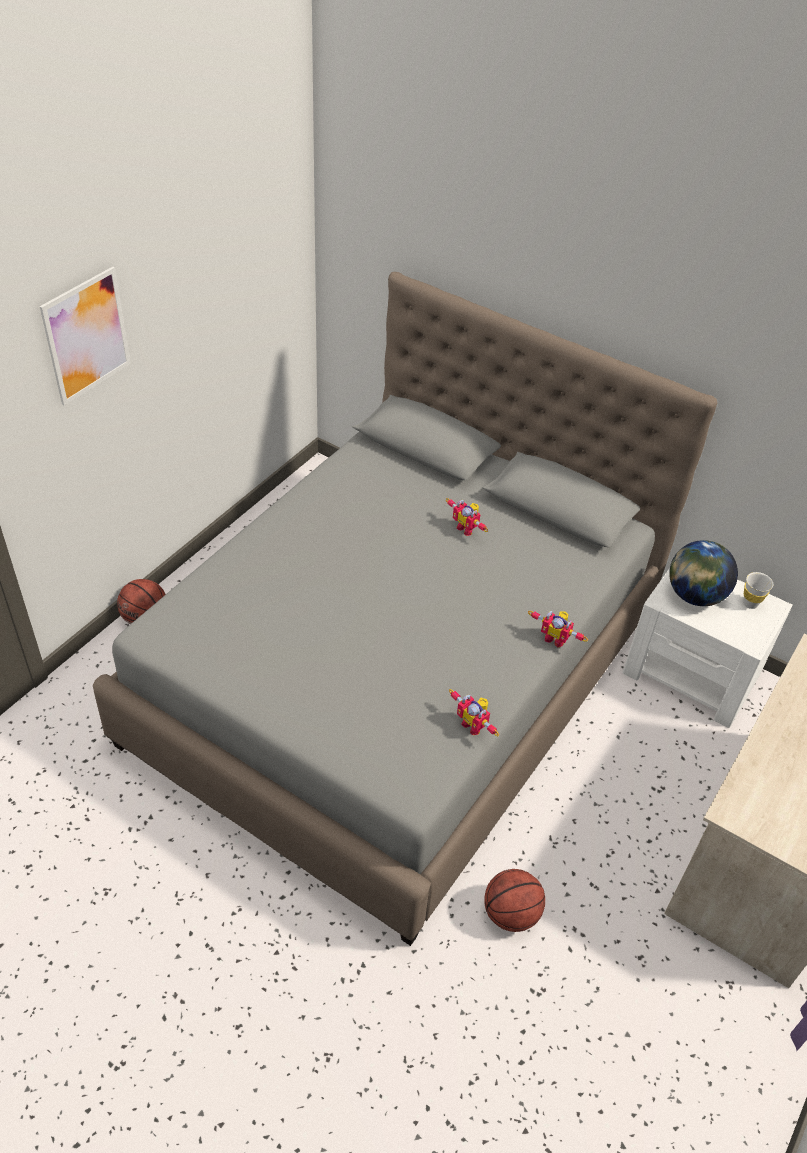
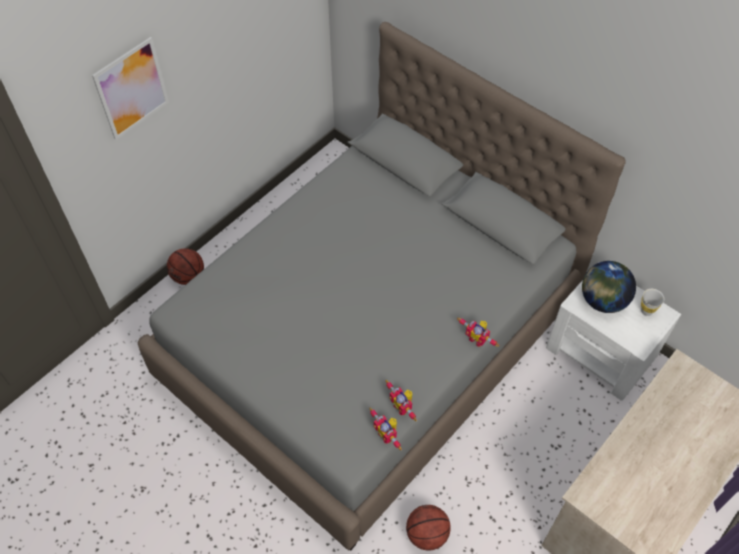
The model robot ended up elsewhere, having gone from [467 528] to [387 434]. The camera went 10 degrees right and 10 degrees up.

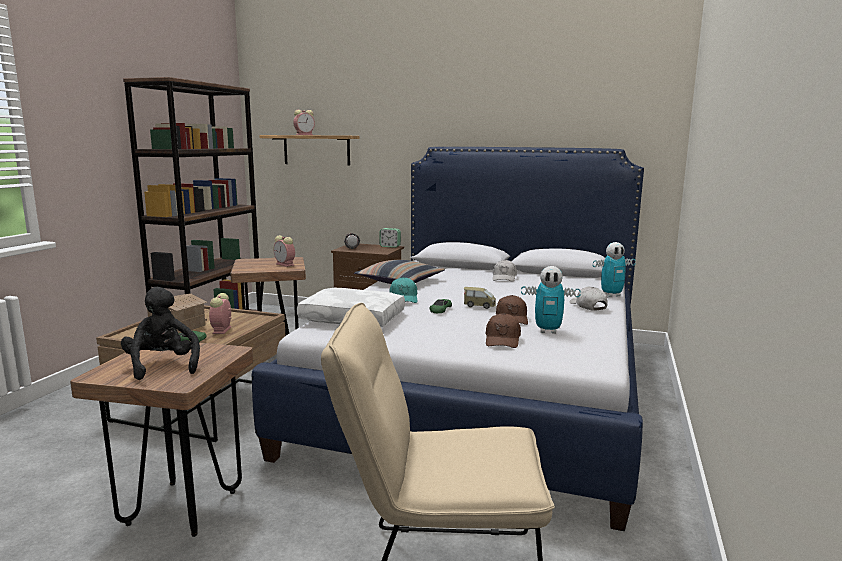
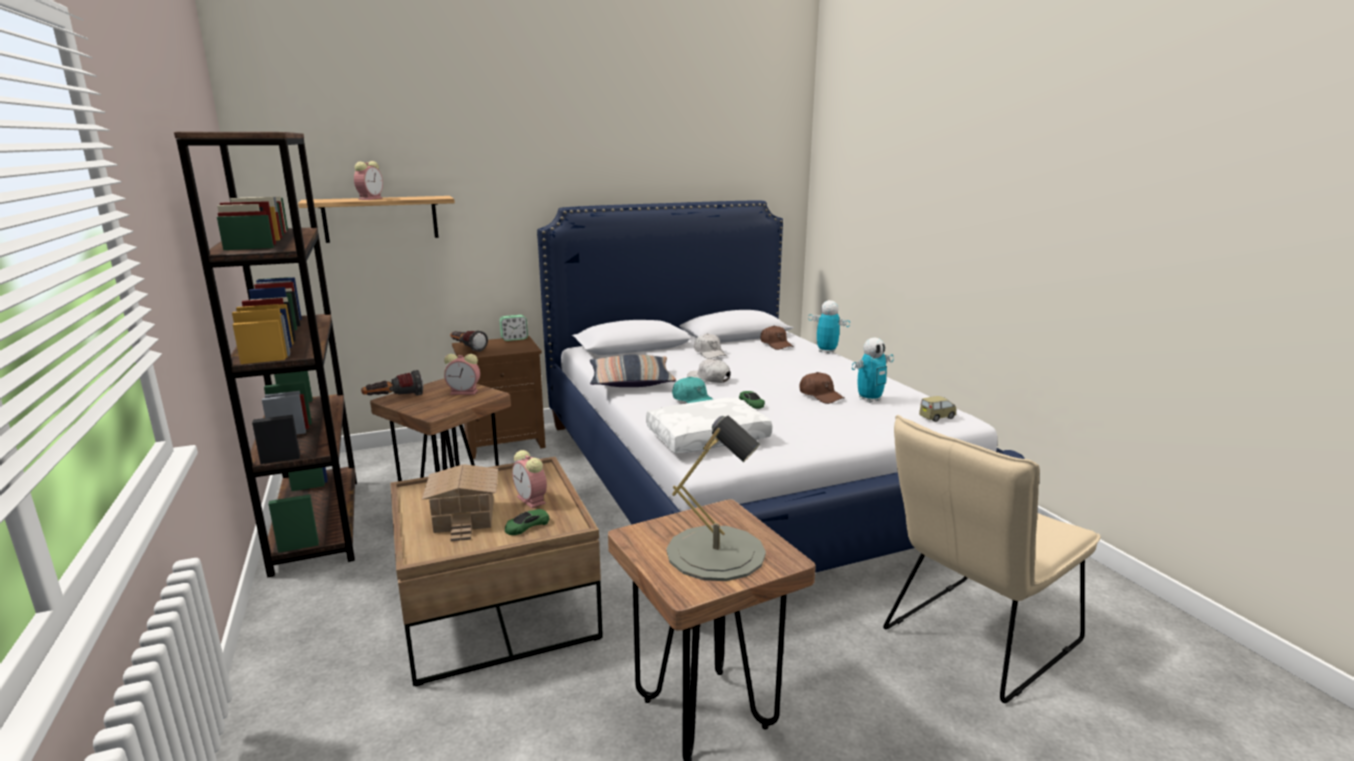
The second view gained the hand torch at [394 399]. Where the plush toy (blackish) stood at [163 366], the tabletop lamp (grey) came to stand at [716 552]. The peaked cap (whitish) ended up elsewhere, having gone from [588 306] to [709 379]. The peaked cap (brown-coloured) ended up elsewhere, having gone from [502 340] to [776 344]. The model robot at [611 295] ended up facing another way, 90 degrees counterclockwise from before. The model car ended up elsewhere, having gone from [479 306] to [937 417]. The camera went 40 degrees left and 5 degrees up.

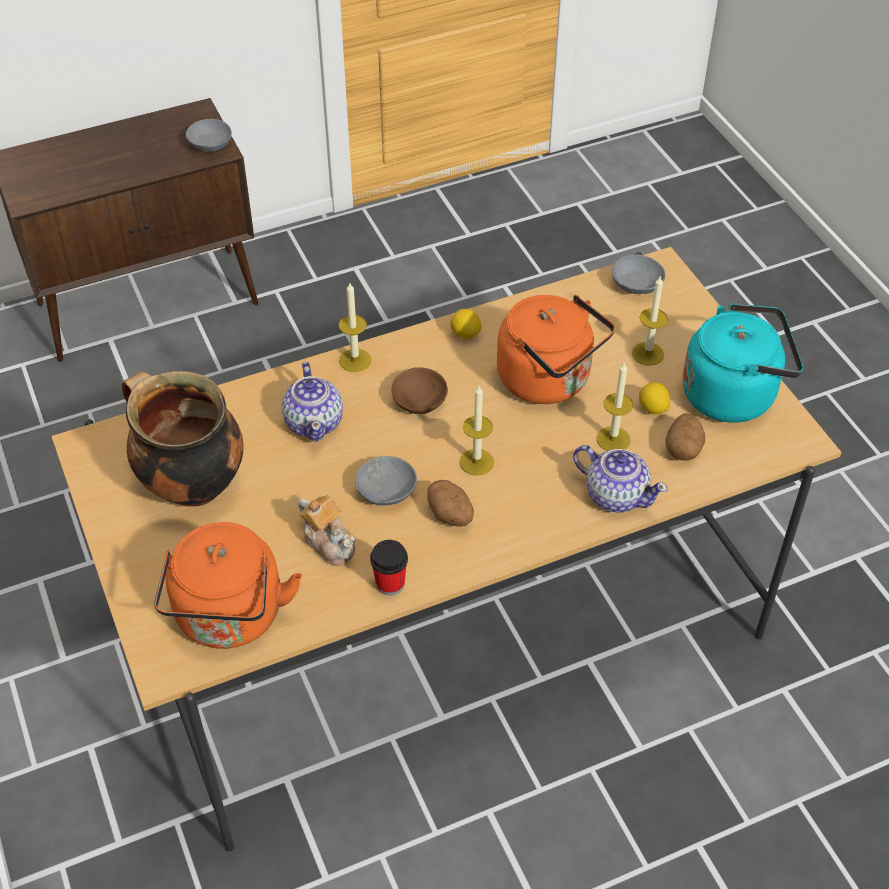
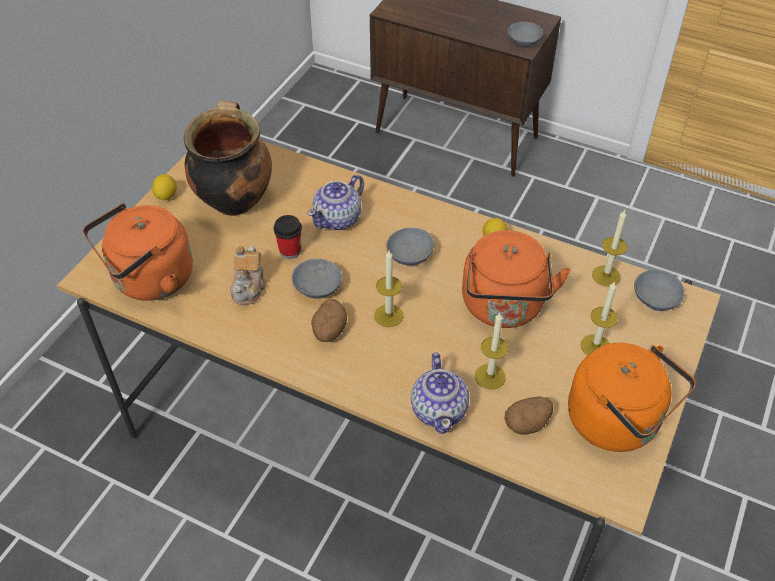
The whole lemon ended up elsewhere, having gone from [652 408] to [166 196]. The cup ended up elsewhere, having gone from [390 584] to [290 251]. What was the bowl (brown-coloured) at [417 400] turned into the bowl (grey) at [409 253]. What was the water kettle (turquoise-coloured) at [734 394] turned into the water kettle (orange) at [618 423]. The candle ended up elsewhere, having gone from [355 360] to [606 276]. The camera went 50 degrees right and 0 degrees up.

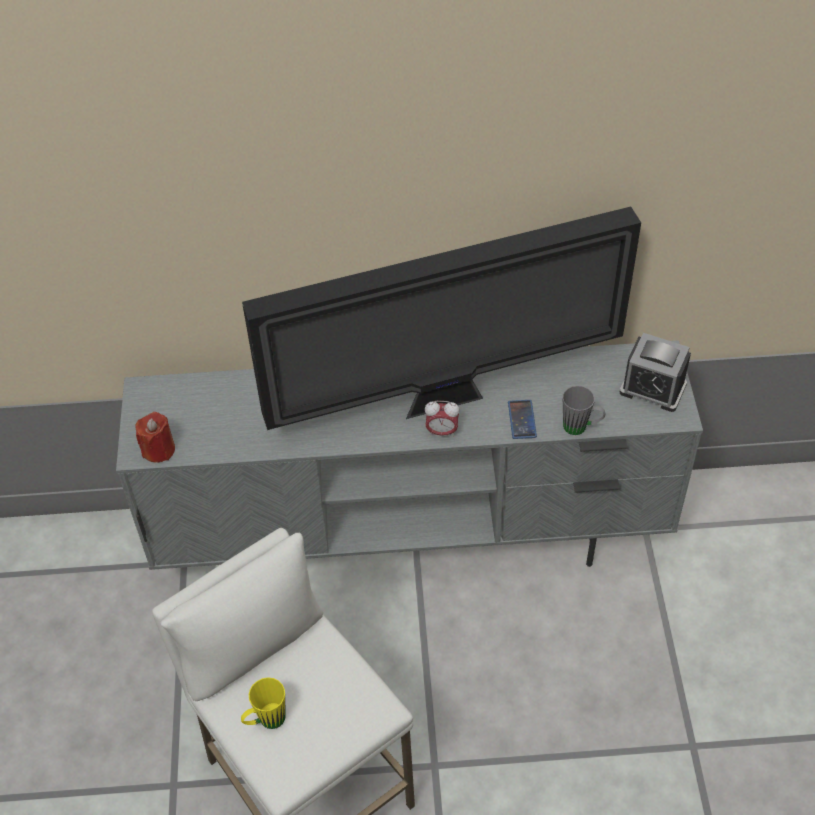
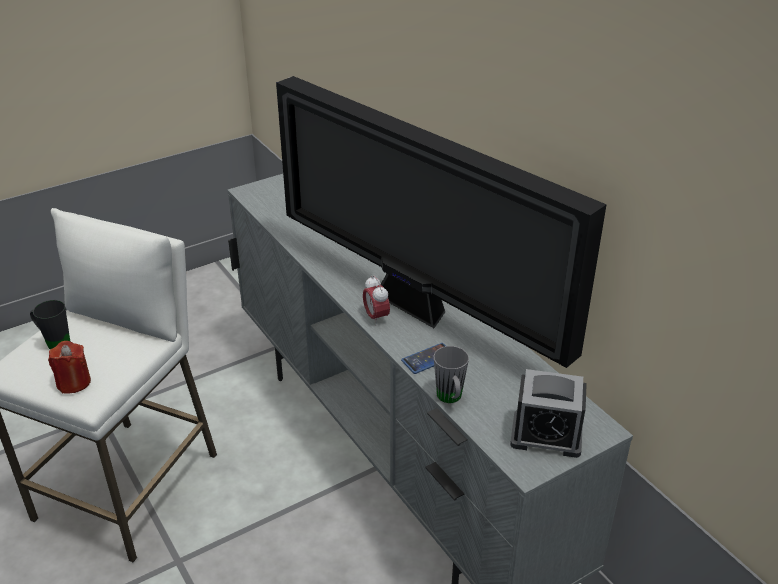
What was the coffee mug (yellow) at [266 721] turned into the coffee mug (blackish) at [54 342]. The candle (red-coloured) ended up elsewhere, having gone from [158 449] to [73 382]. The table clock at [652 388] ended up facing another way, 75 degrees counterclockwise from before. The camera went 60 degrees right and 15 degrees down.

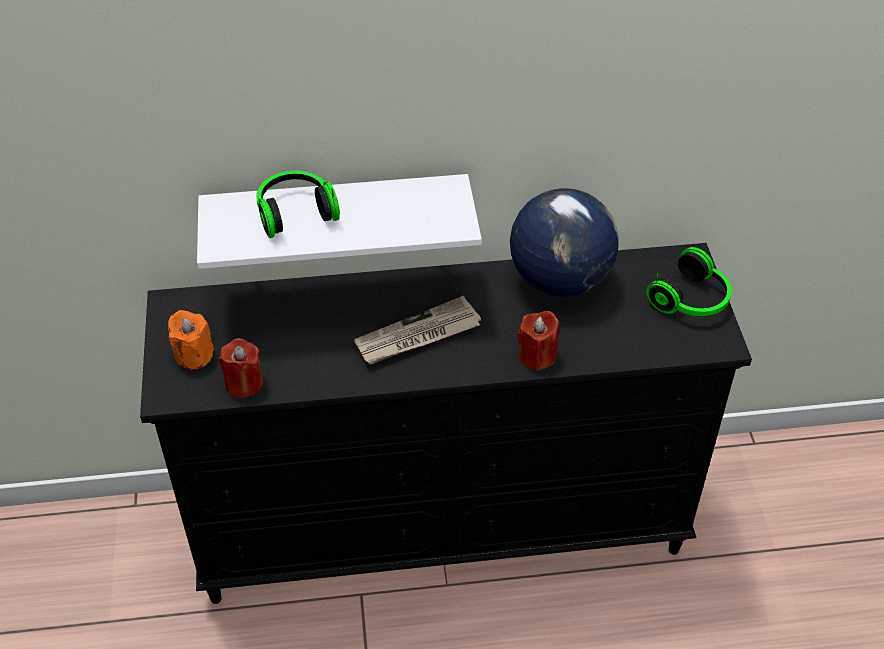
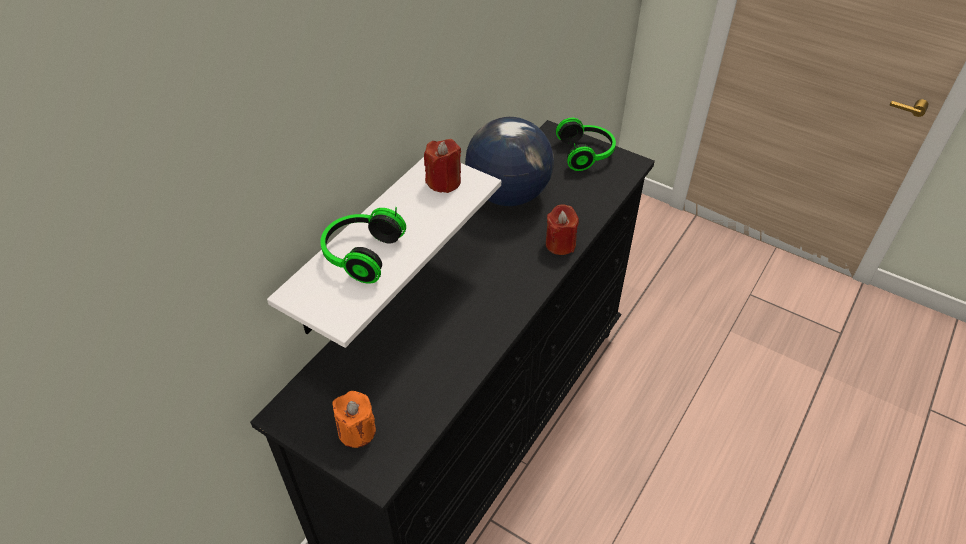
The candle (red-coloured) ended up elsewhere, having gone from [244 383] to [444 182]. The second view lost the printed paper at [417 335]. The camera went 50 degrees left and 0 degrees up.

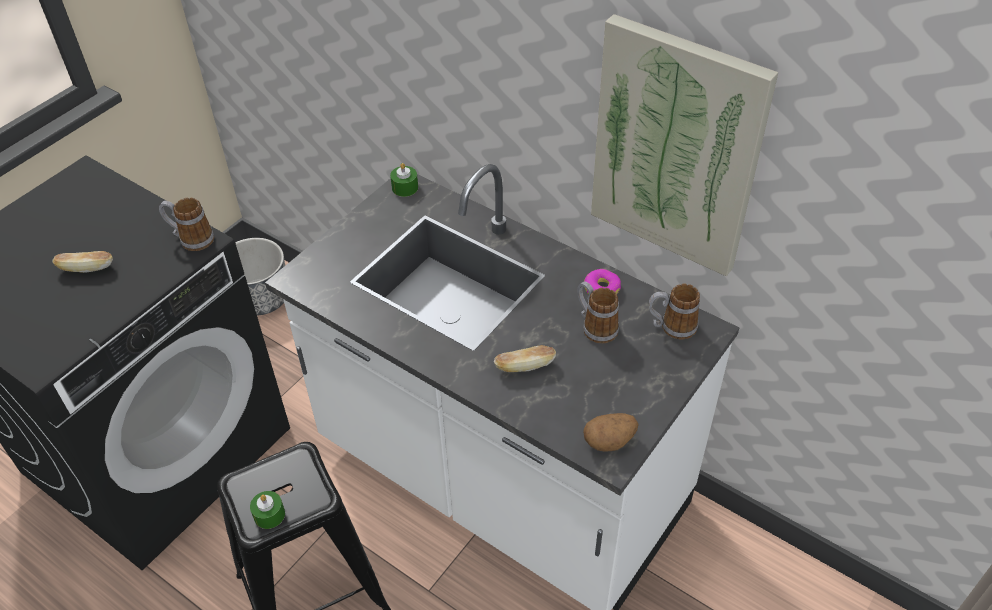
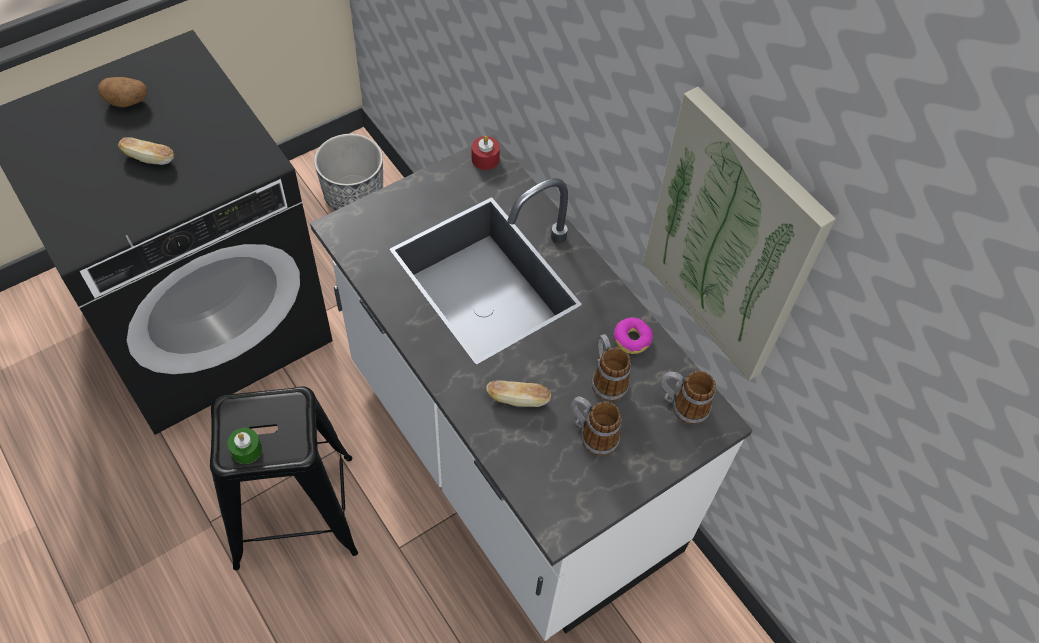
The potato ended up elsewhere, having gone from [609 441] to [127 101]. What was the candle (green) at [405 188] turned into the candle (red-coloured) at [485 159]. The coffee mug ended up elsewhere, having gone from [191 239] to [592 434]. The camera went 15 degrees right and 10 degrees up.

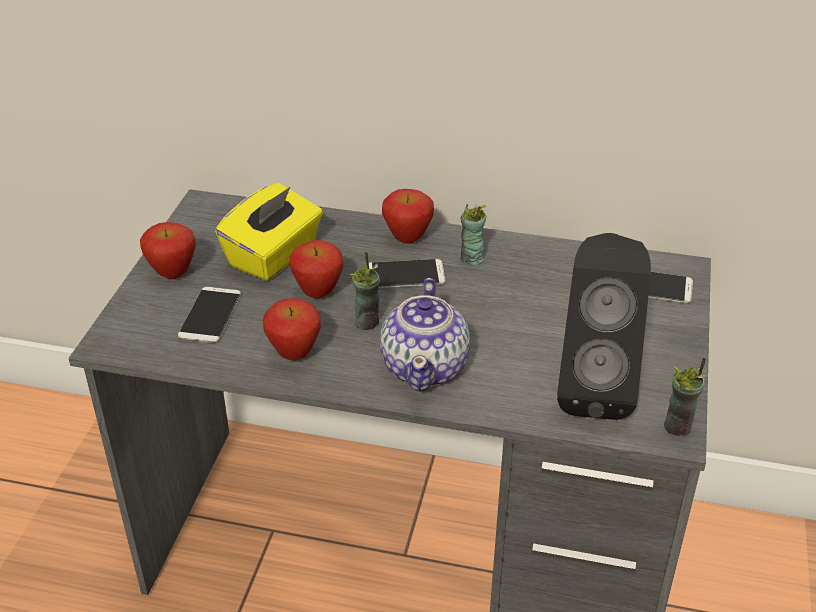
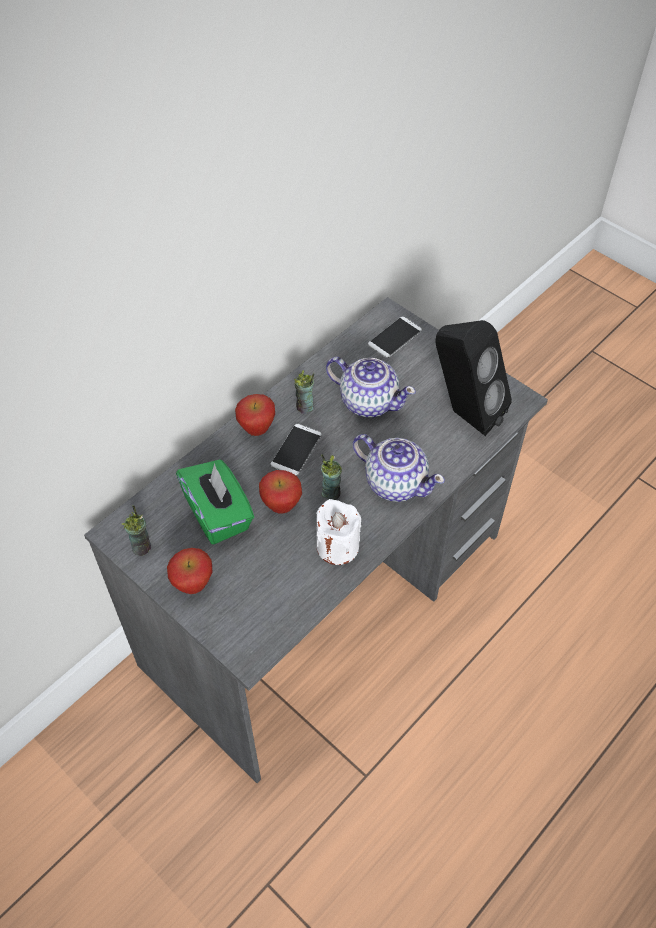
The cup ended up elsewhere, having gone from [678 427] to [142 547]. What was the tissue box (yellow) at [274 256] turned into the tissue box (green) at [218 514]. Where the apple stood at [294 354], the candle (whitish) came to stand at [337 546]. The second view gained the teapot at [368 401]. The second view lost the phone at [210 315]. The camera went 60 degrees left and 15 degrees up.

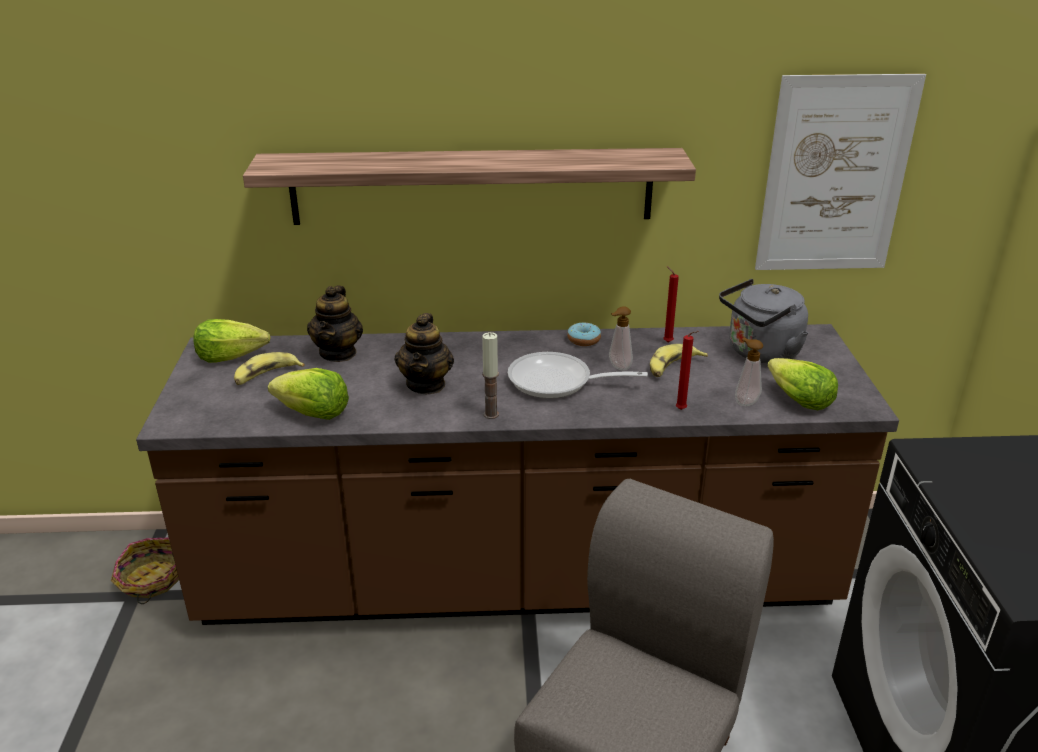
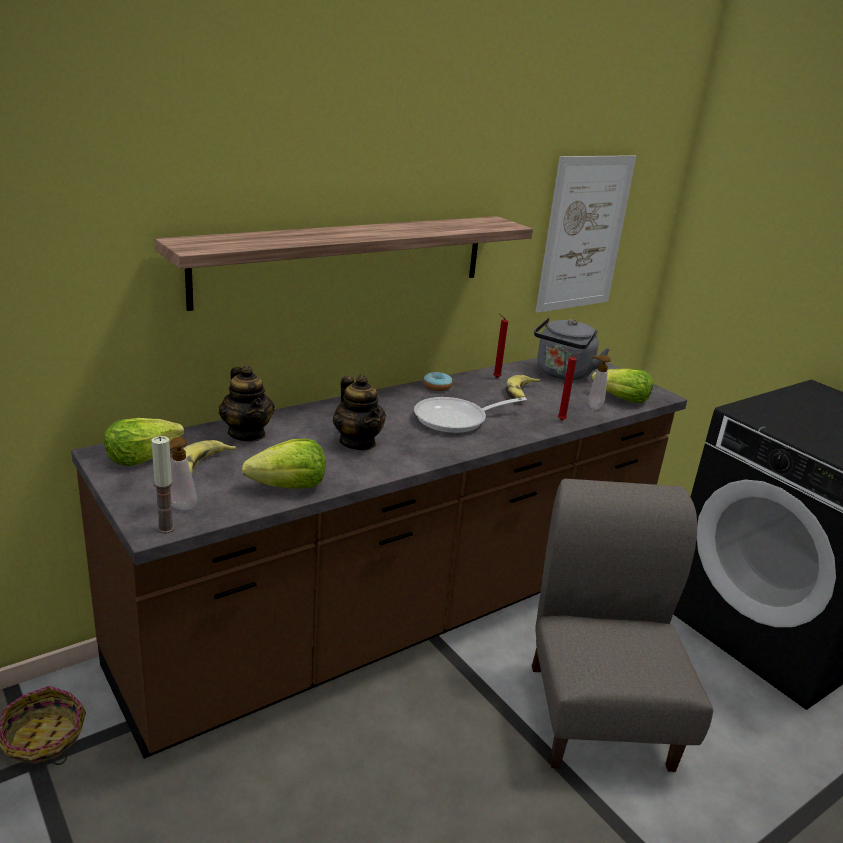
The candle ended up elsewhere, having gone from [491 414] to [165 528]. The liquid soap bottle ended up elsewhere, having gone from [618 367] to [180 508]. The camera went 35 degrees left and 5 degrees down.

